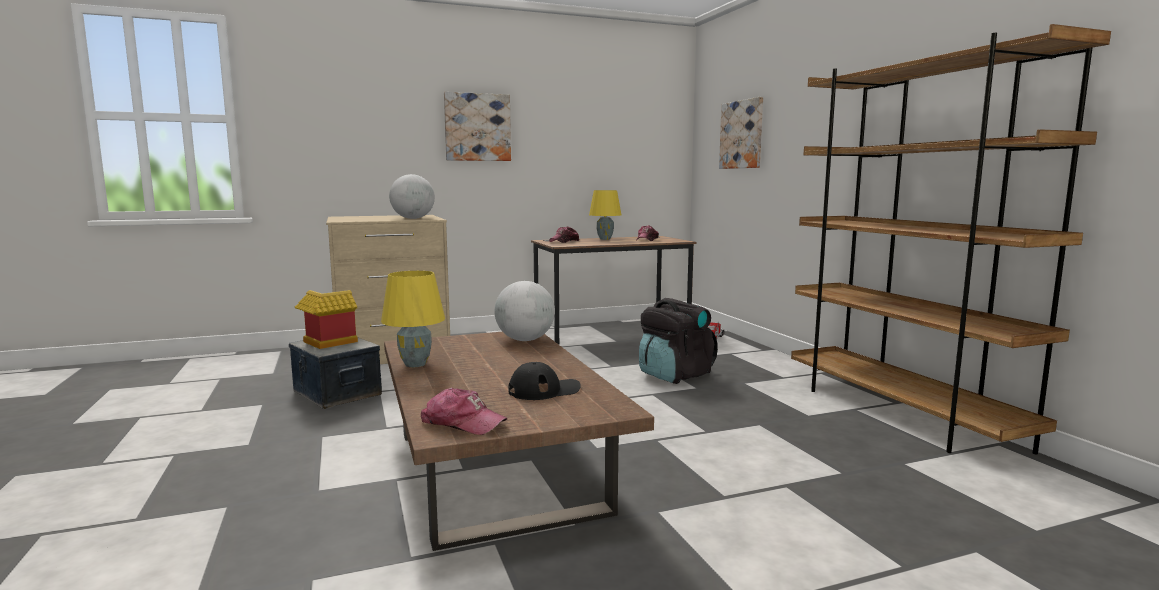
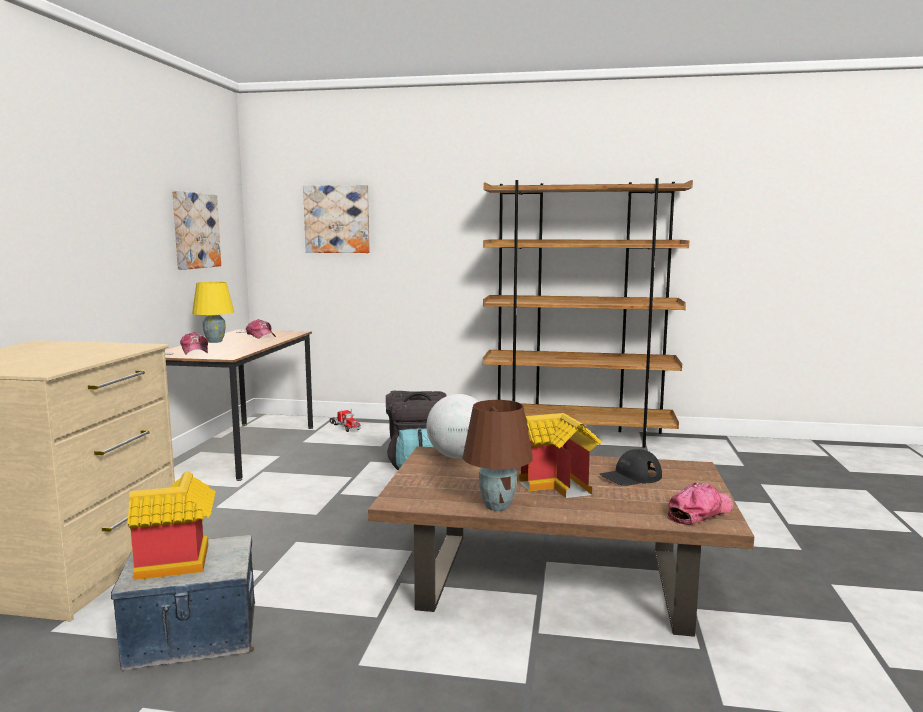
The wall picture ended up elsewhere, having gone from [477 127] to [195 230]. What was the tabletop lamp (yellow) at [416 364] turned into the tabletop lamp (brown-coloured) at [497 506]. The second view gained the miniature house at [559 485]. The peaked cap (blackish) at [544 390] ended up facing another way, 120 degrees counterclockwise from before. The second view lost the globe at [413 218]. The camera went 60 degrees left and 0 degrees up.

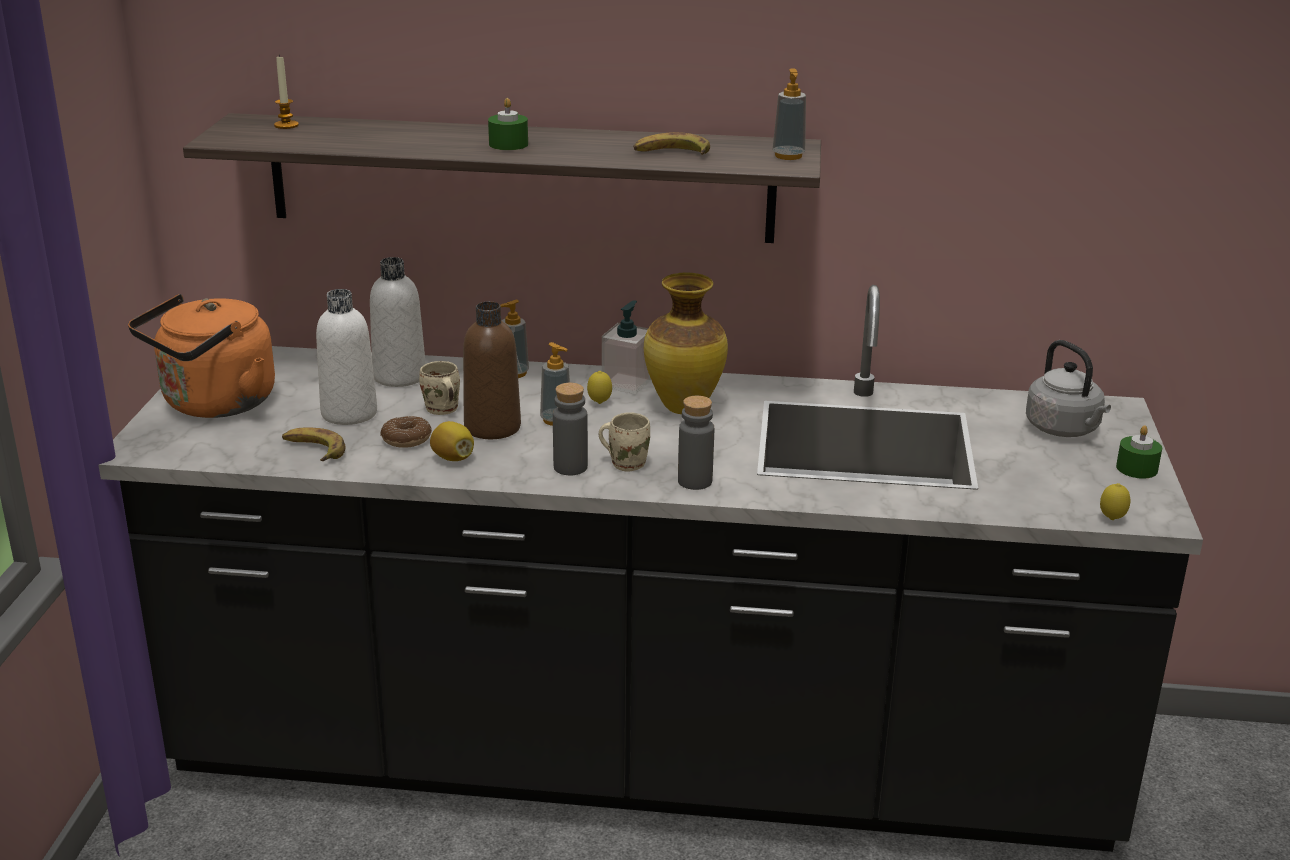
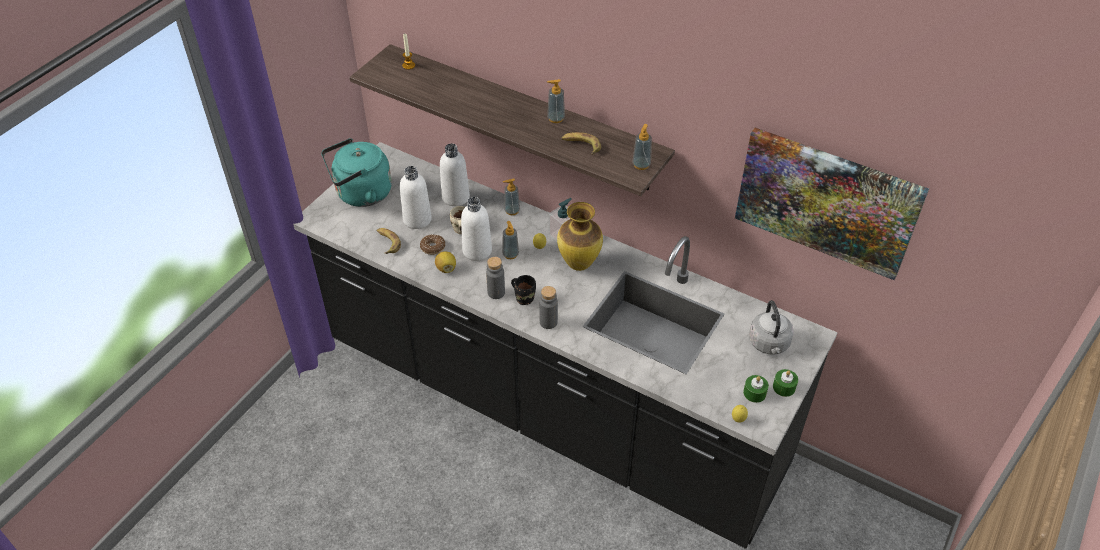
What was the water kettle (orange) at [214 404] turned into the water kettle (turquoise-coloured) at [361 194]. What was the bottle (brown-coloured) at [492 427] turned into the bottle (whitish) at [477 251]. What was the coffee mug (beige) at [626 463] turned into the coffee mug (blackish) at [524 298]. The second view gained the liquid soap bottle at [556 118]. The second view gained the wall picture at [827 201]. The candle (green) ended up elsewhere, having gone from [508 144] to [754 393]. The camera went 25 degrees right and 20 degrees up.

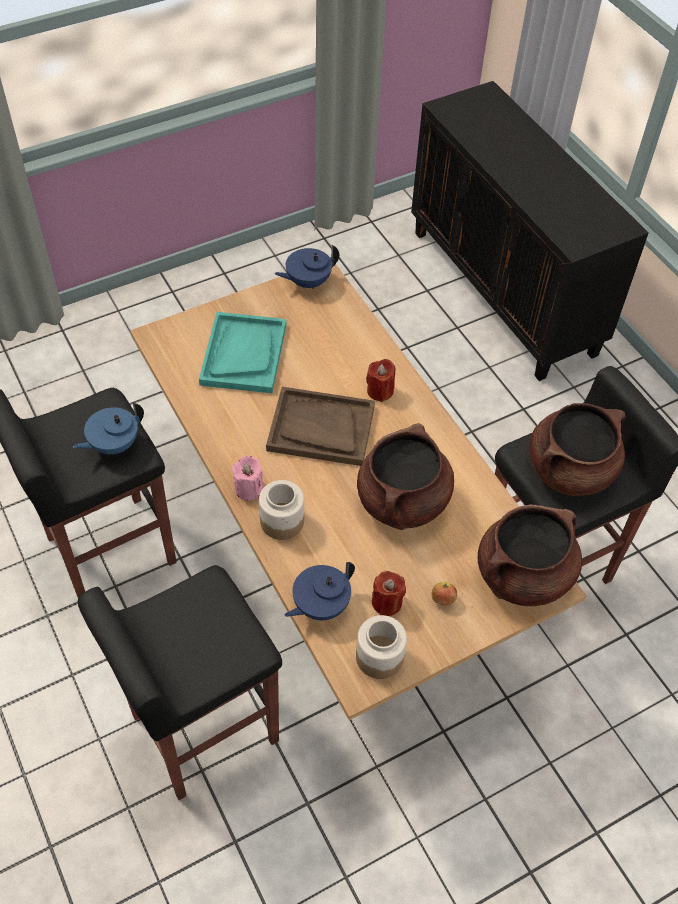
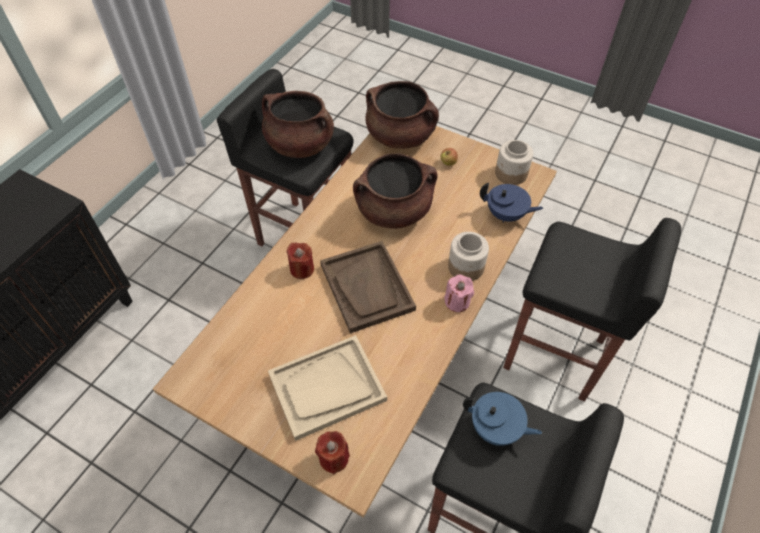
What was the tray (turquoise-coloured) at [243 354] turned into the tray (beige) at [327 388]. The candle (red-coloured) ended up elsewhere, having gone from [387 602] to [334 458]. The second view lost the teapot (blue) at [307 281]. The camera went 120 degrees left and 0 degrees up.

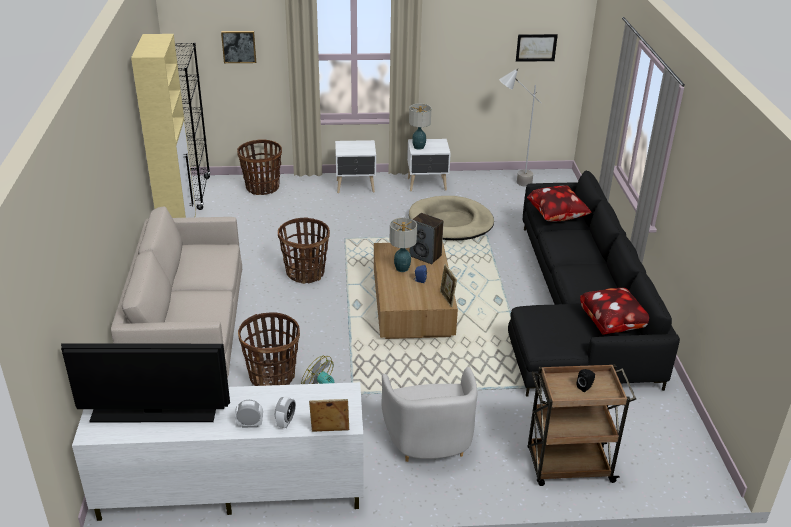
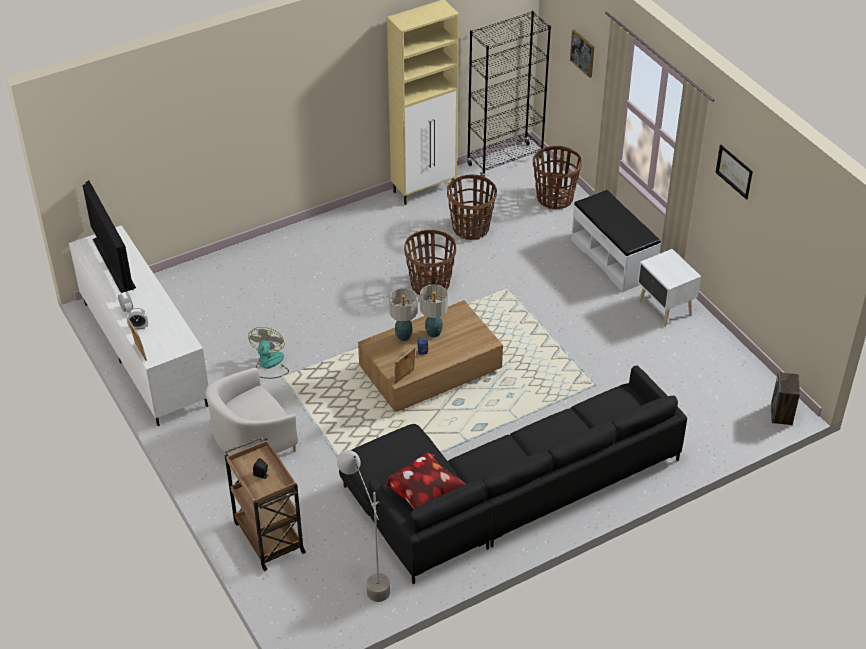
The standing lamp (grey) ended up elsewhere, having gone from [511 183] to [367 579]. The tabletop lamp ended up elsewhere, having gone from [418 147] to [404 336]. The storage basket ended up elsewhere, having gone from [272 376] to [471 228]. Where the night table (whitish) stood at [356 186], the bench (whitish) came to stand at [613 258]. The wall picture ended up elsewhere, having gone from [536 47] to [734 171]. The speaker ended up elsewhere, having gone from [426 256] to [781 414]. The second view lost the couch (beige) at [188 331]. The second view lost the dog bed (beige) at [450 222]. The second view lost the throw pillow at [557 217]. The camera went 65 degrees right and 10 degrees up.

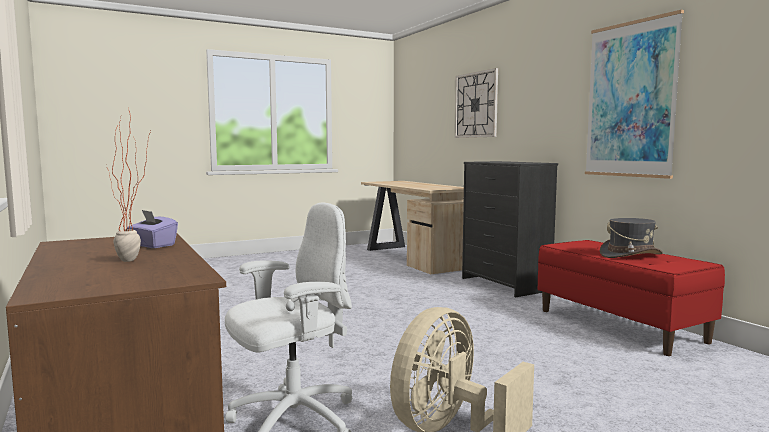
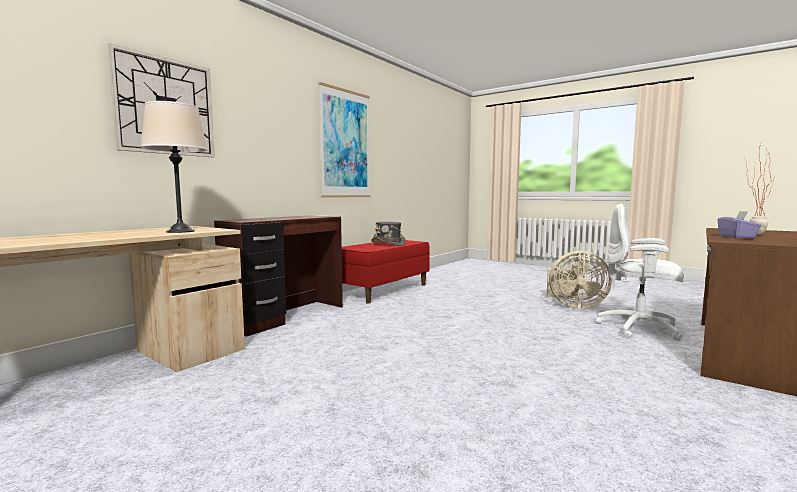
The second view gained the tabletop lamp (beige) at [180 231]. Where the chest of drawers (blackish) stood at [504 284], the desk (brown-coloured) came to stand at [287 317]. The camera went 115 degrees left and 0 degrees up.

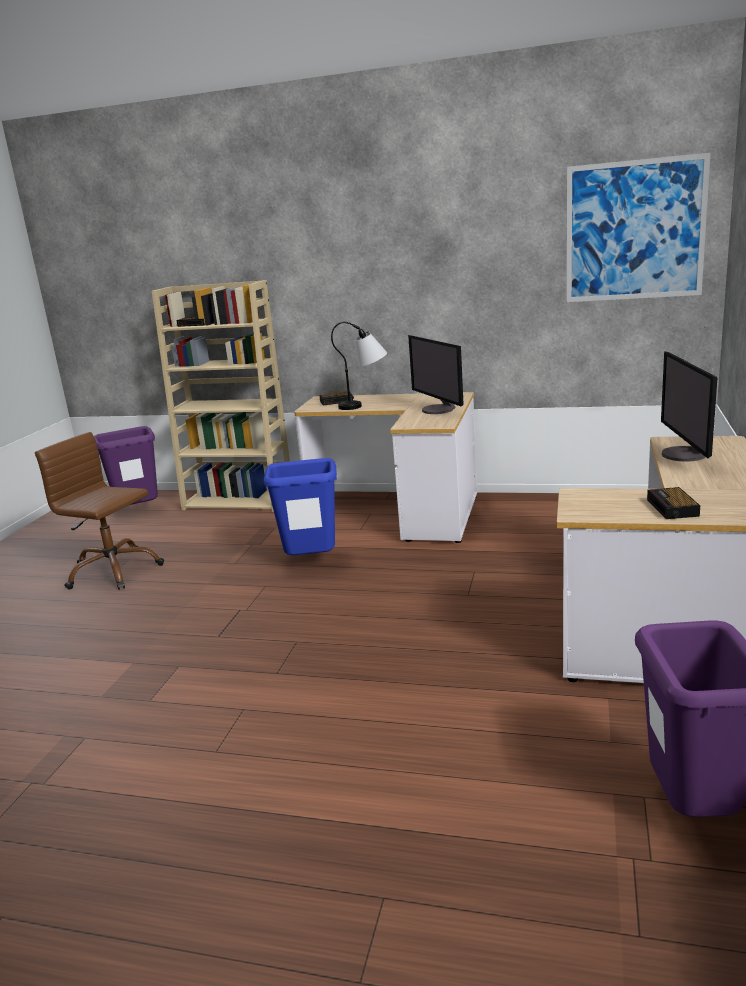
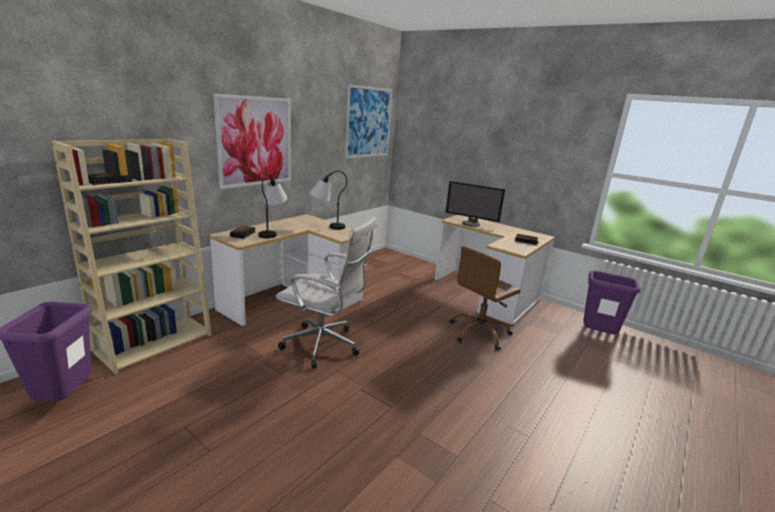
The second view gained the wall picture at [255 141]. Where the waste bin (blue) stood at [311 563], the computer chair (whitish) came to stand at [324 346]. Where the monitor stood at [438 410], the tabletop lamp came to stand at [326 226]. The computer chair (brown-coloured) ended up elsewhere, having gone from [113 571] to [479 333]. The camera went 70 degrees left and 0 degrees up.

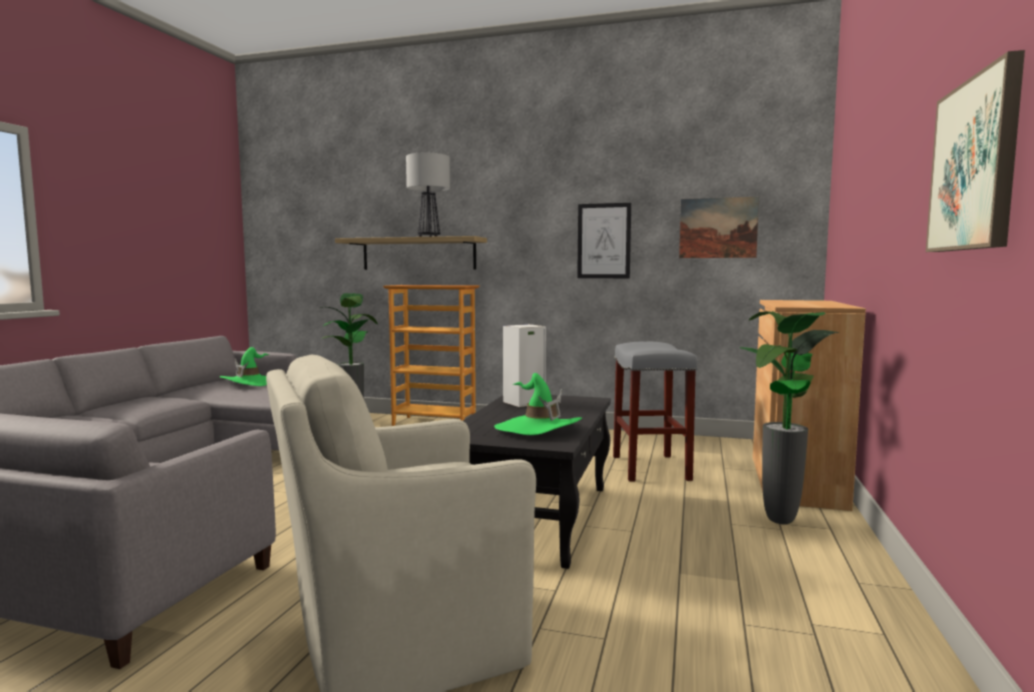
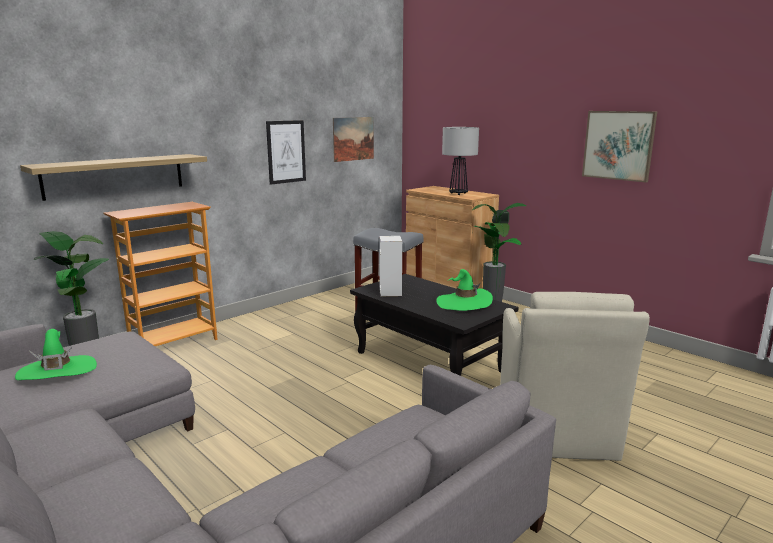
The tabletop lamp ended up elsewhere, having gone from [428 237] to [458 194]. The camera went 60 degrees left and 10 degrees up.

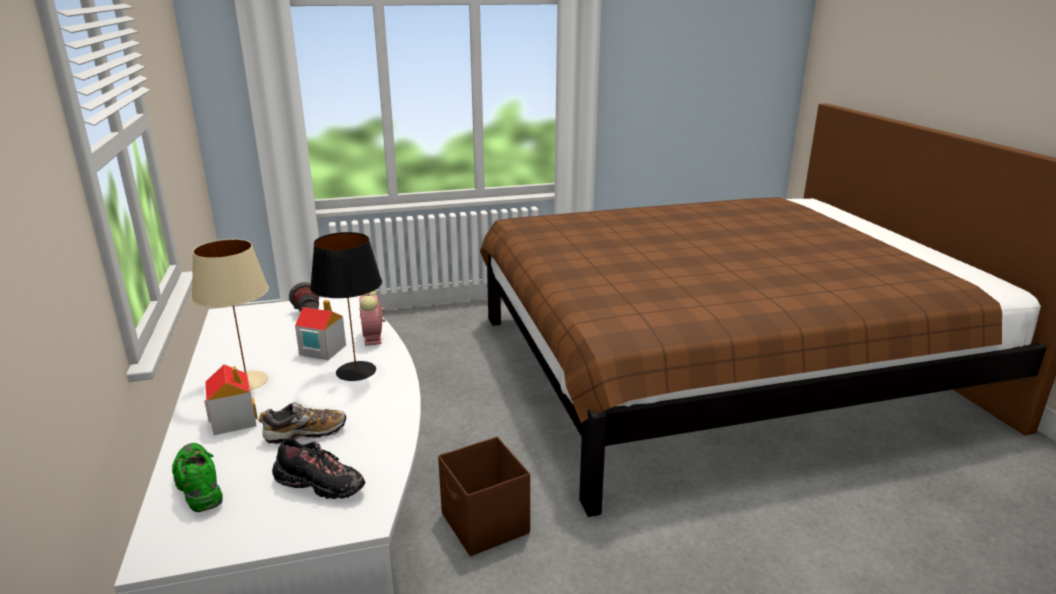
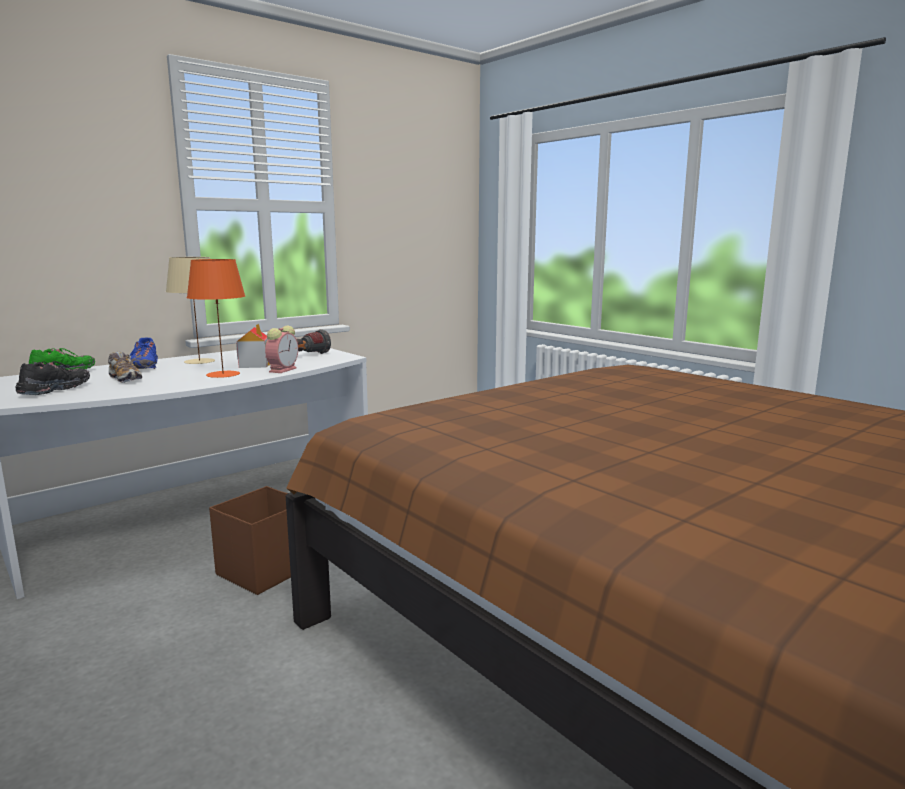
The item of footwear (blackish) at [320 485] ended up facing another way, 150 degrees counterclockwise from before. Where the miniature house stood at [234 420], the item of footwear (blue) came to stand at [145 367]. What was the tabletop lamp (blackish) at [355 371] turned into the tabletop lamp (orange) at [222 374]. The table clock at [373 338] ended up facing another way, 150 degrees clockwise from before. The camera went 65 degrees right and 10 degrees down.

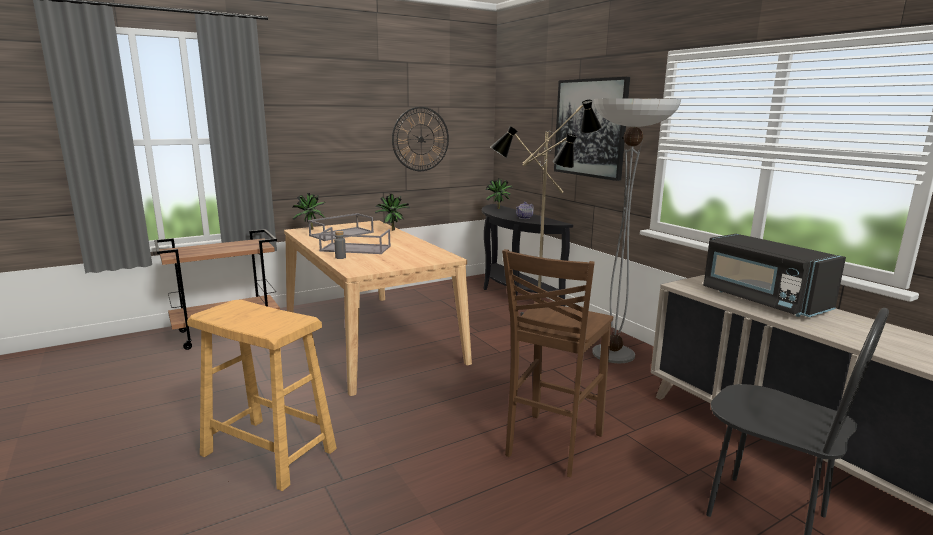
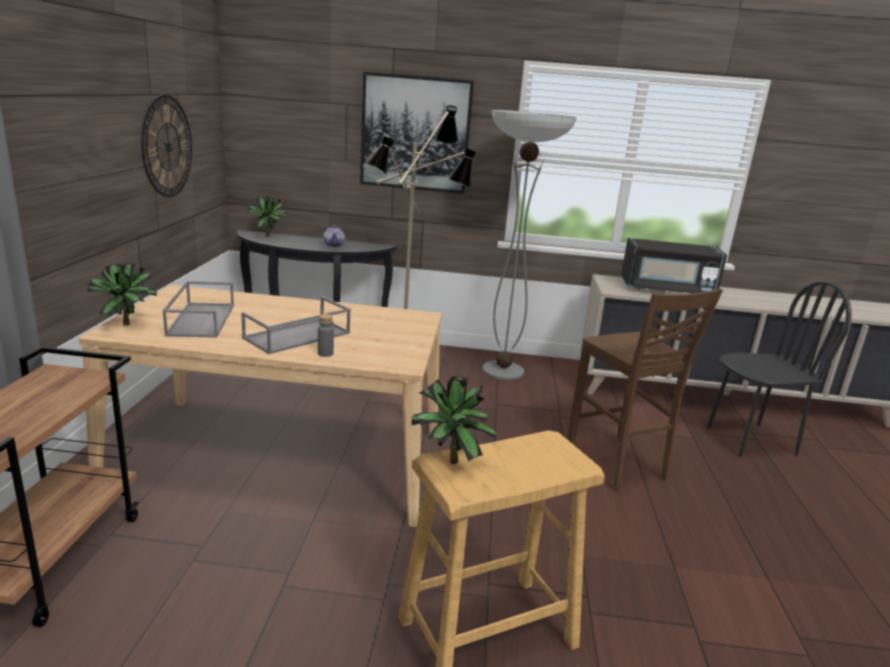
The potted plant ended up elsewhere, having gone from [391 230] to [447 462]. The camera went 55 degrees left and 5 degrees up.

